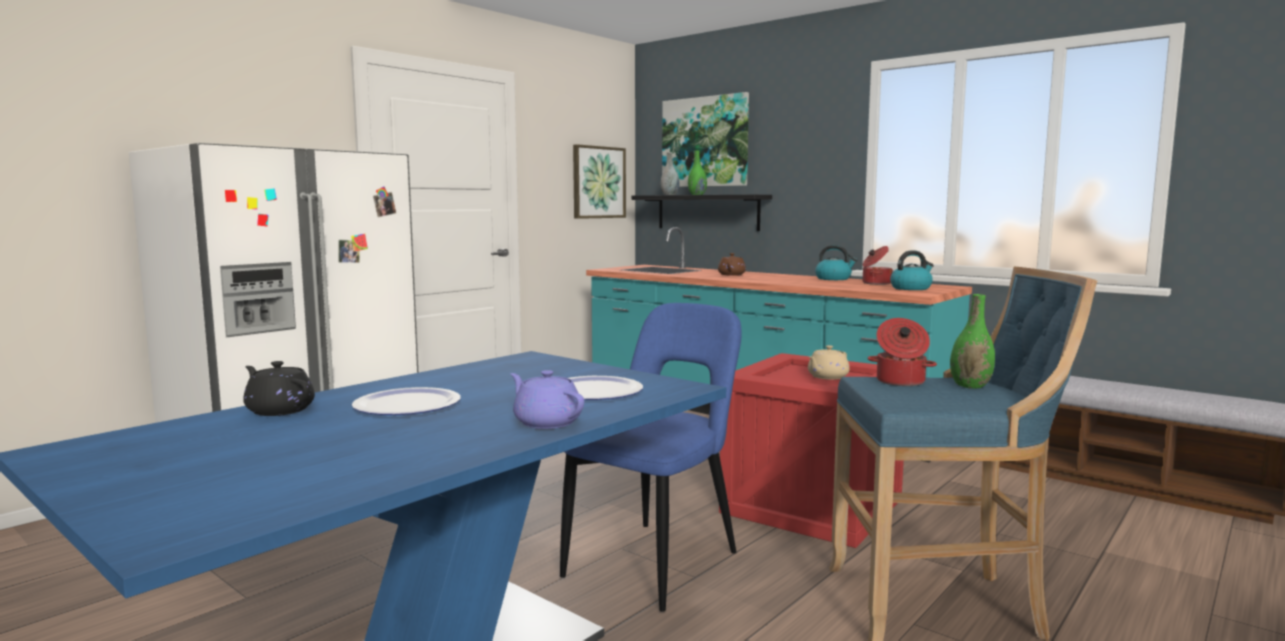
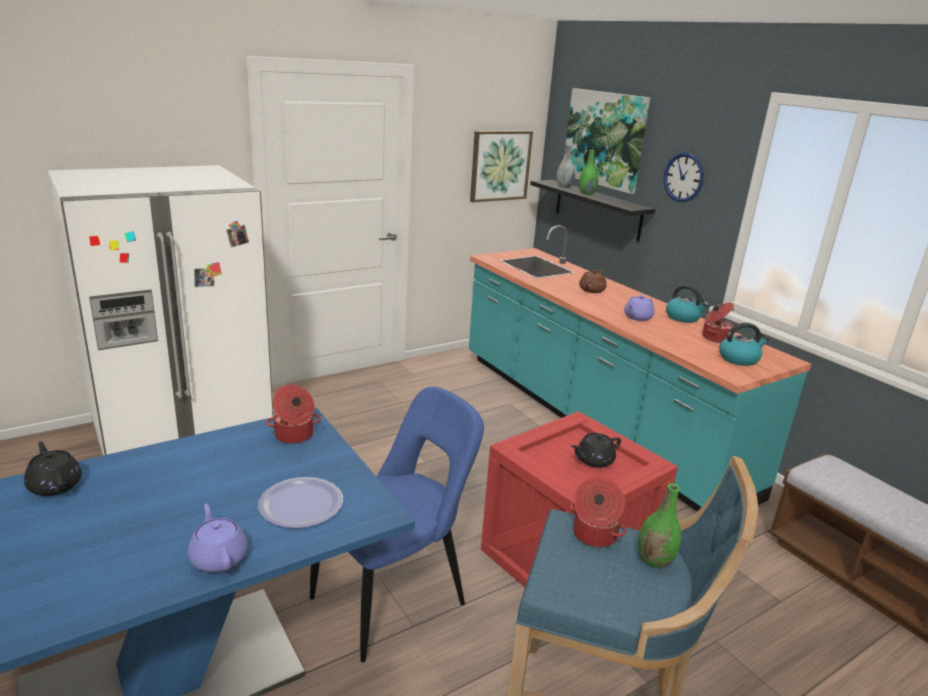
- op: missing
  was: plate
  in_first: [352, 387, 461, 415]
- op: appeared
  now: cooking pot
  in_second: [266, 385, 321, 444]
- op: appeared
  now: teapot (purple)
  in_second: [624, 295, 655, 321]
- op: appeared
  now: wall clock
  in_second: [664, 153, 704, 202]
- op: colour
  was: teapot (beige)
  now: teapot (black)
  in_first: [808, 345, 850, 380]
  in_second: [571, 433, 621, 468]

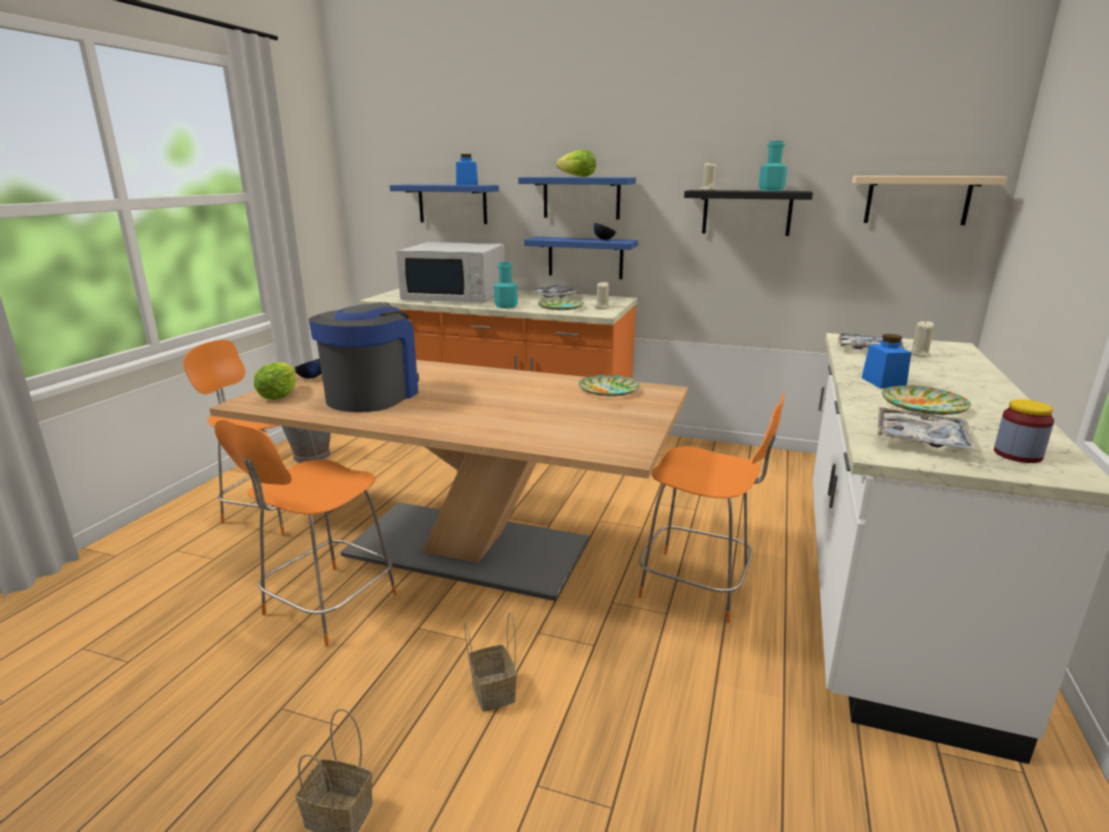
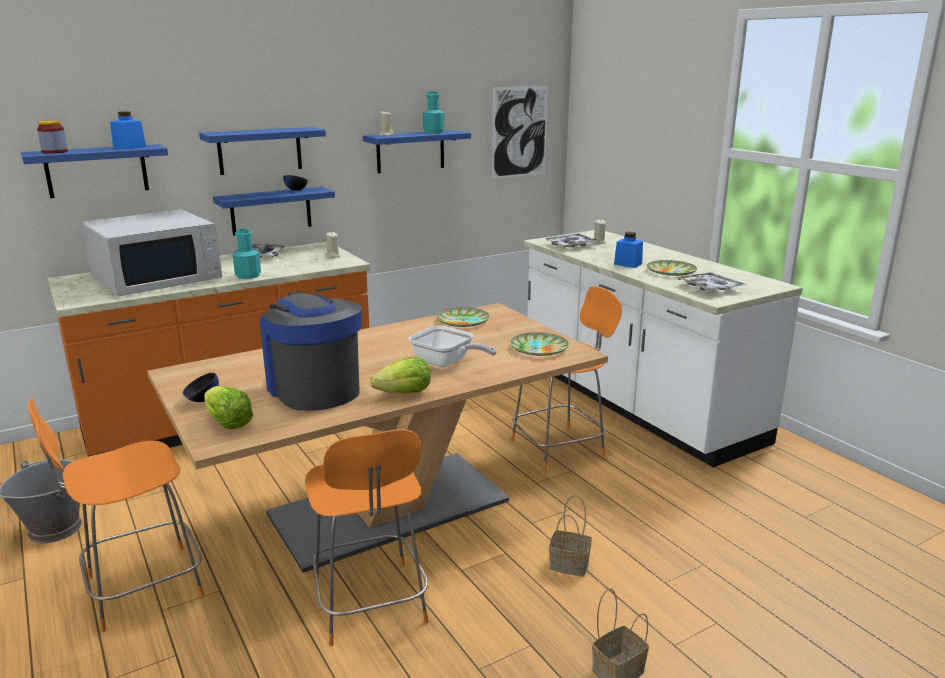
- op: appeared
  now: frying pan
  in_second: [408, 326, 497, 367]
- op: relocated
  was: plate
  in_first: [538, 298, 584, 310]
  in_second: [510, 332, 569, 356]
- op: relocated
  was: lettuce
  in_first: [556, 150, 596, 177]
  in_second: [370, 357, 431, 394]
- op: relocated
  was: jar
  in_first: [994, 399, 1054, 463]
  in_second: [37, 120, 68, 154]
- op: exchanged
  was: shelf (beige)
  now: picture
  in_first: [852, 176, 1007, 225]
  in_second: [492, 86, 548, 179]
- op: colour
  was: shelf (black)
  now: shelf (blue)
  in_first: [684, 190, 813, 236]
  in_second: [363, 130, 471, 173]

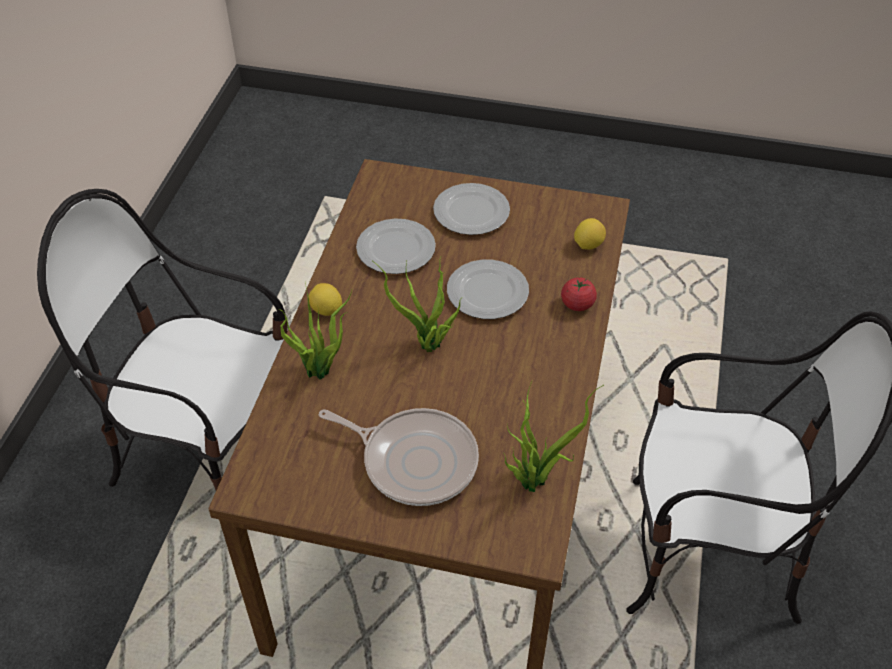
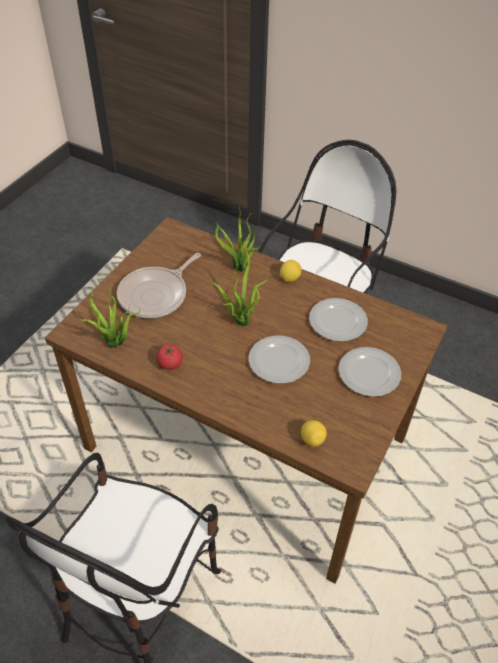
- op: relocated
  was: tomato
  in_first: [561, 277, 597, 311]
  in_second: [156, 345, 183, 370]

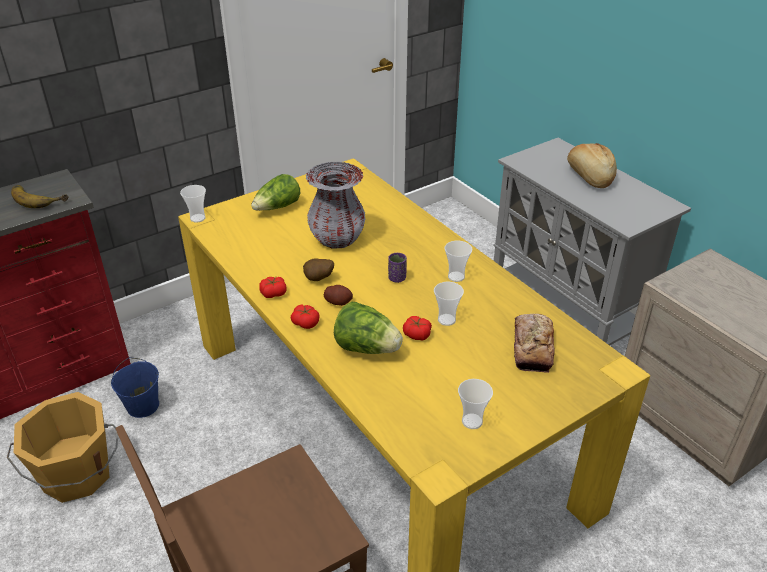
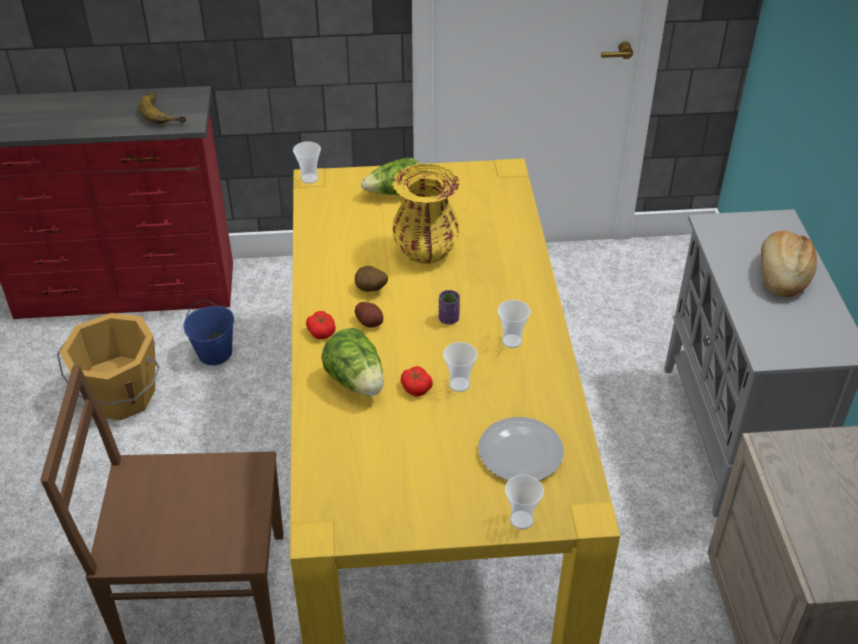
- op: missing
  was: tomato
  in_first: [259, 277, 287, 298]
- op: relocated
  was: cup
  in_first: [458, 379, 493, 429]
  in_second: [505, 475, 544, 530]
- op: exchanged
  was: bread
  now: plate
  in_first: [514, 314, 555, 373]
  in_second: [478, 417, 564, 481]
- op: colour
  was: vase (grey)
  now: vase (yellow)
  in_first: [306, 162, 365, 249]
  in_second: [392, 163, 459, 264]

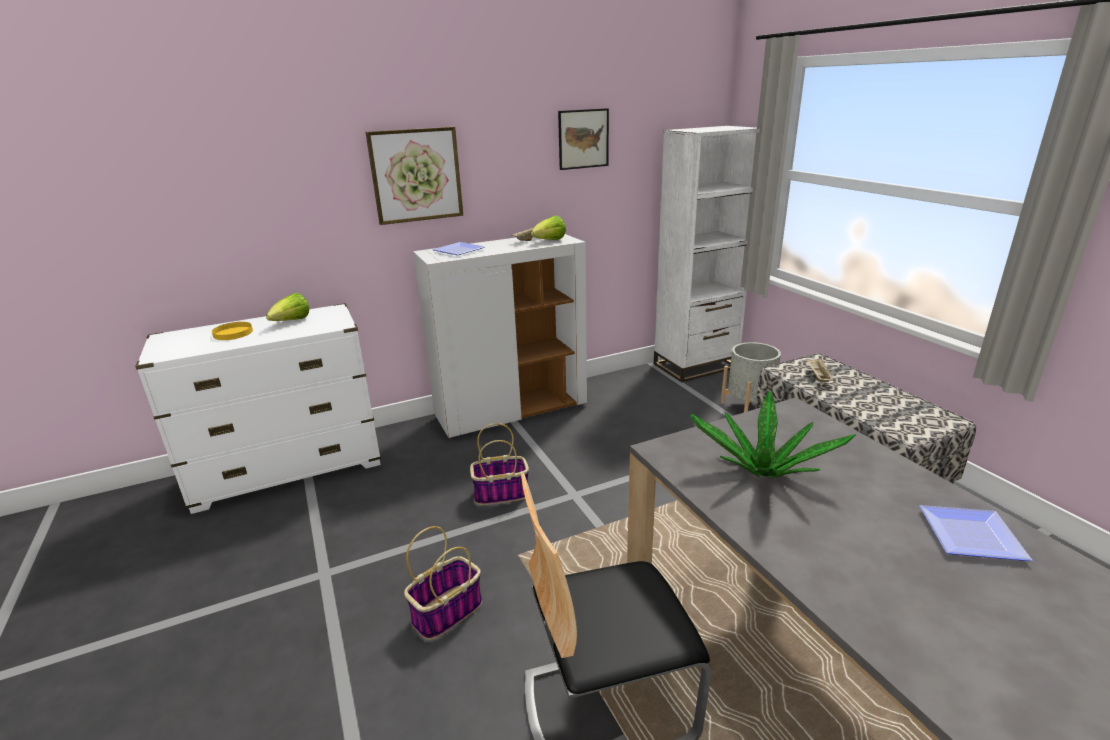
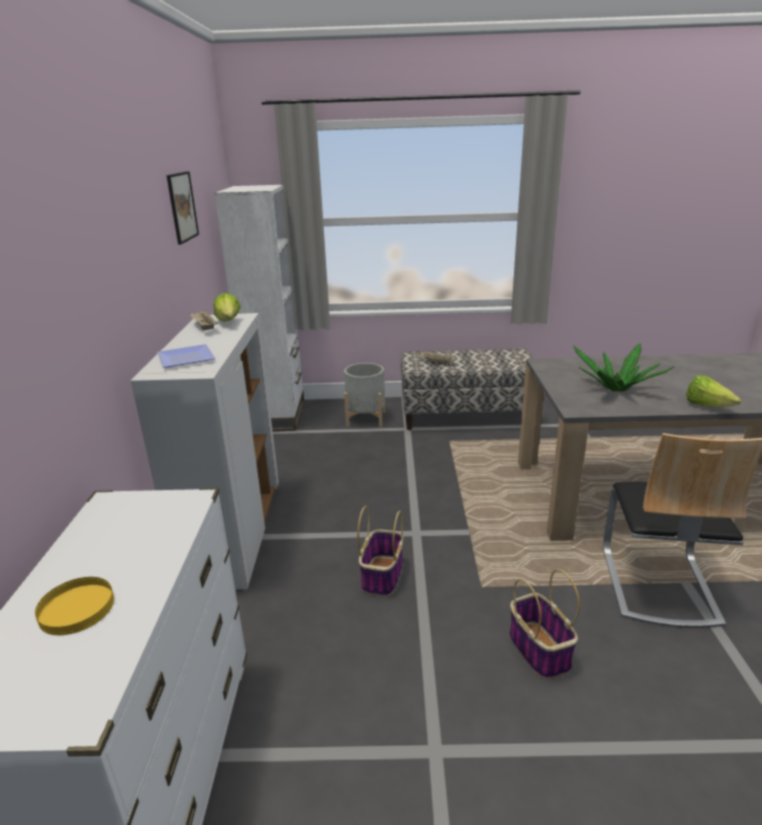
- op: missing
  was: picture
  in_first: [366, 127, 463, 225]
- op: missing
  was: plate
  in_first: [919, 505, 1032, 561]
- op: relocated
  was: lettuce
  in_first: [266, 293, 310, 321]
  in_second: [686, 375, 741, 407]

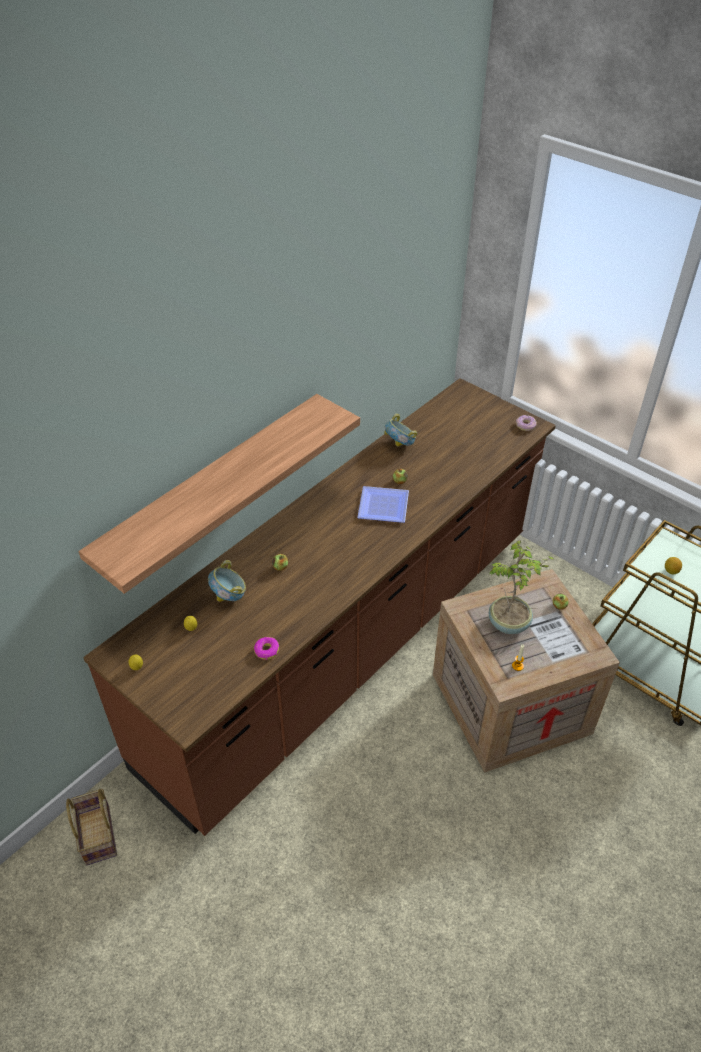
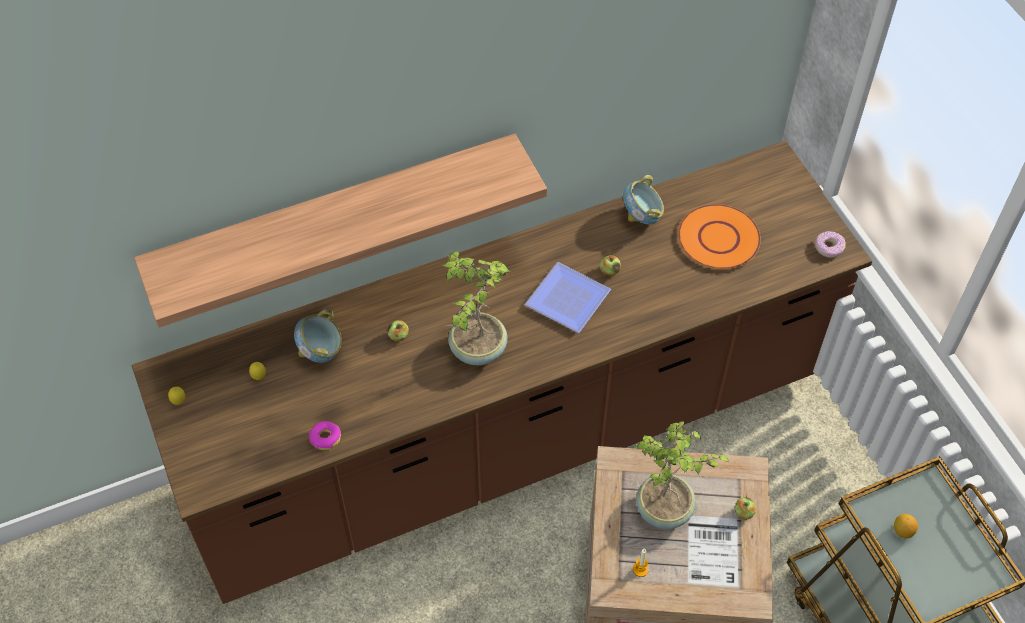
- op: missing
  was: basket
  in_first: [66, 789, 117, 865]
- op: appeared
  now: potted plant
  in_second: [443, 250, 510, 365]
- op: appeared
  now: plate (orange)
  in_second: [678, 204, 761, 269]

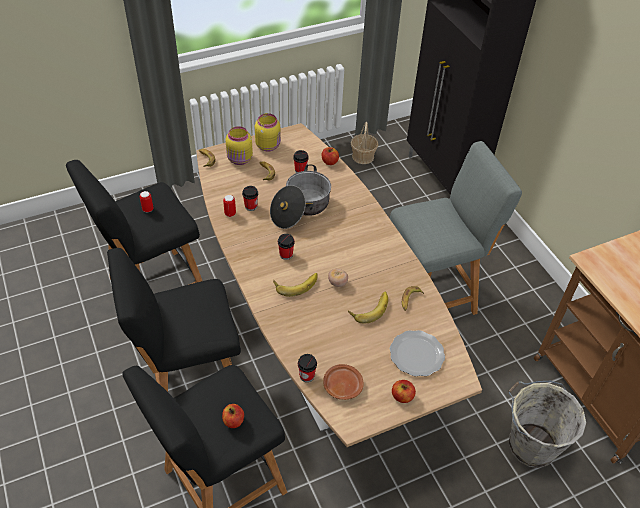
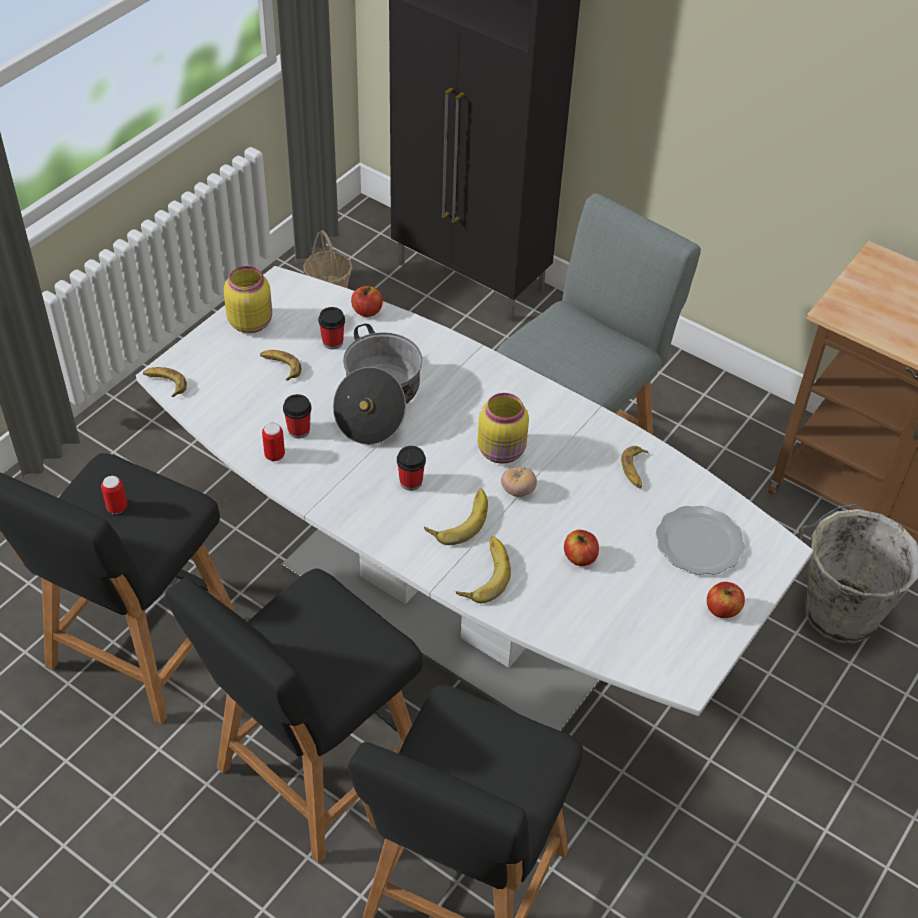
- op: missing
  was: cup
  in_first: [298, 354, 317, 382]
- op: missing
  was: plate (brown)
  in_first: [323, 364, 364, 400]
- op: relocated
  was: apple
  in_first: [222, 404, 244, 428]
  in_second: [564, 530, 599, 566]
- op: relocated
  was: jar (yellow)
  in_first: [225, 126, 253, 165]
  in_second: [478, 393, 529, 464]
- op: relocated
  was: banana
  in_first: [348, 291, 388, 323]
  in_second: [456, 536, 511, 603]
- op: colour
  was: dining table (brown)
  now: dining table (white)
  in_first: [196, 123, 482, 447]
  in_second: [136, 266, 813, 731]

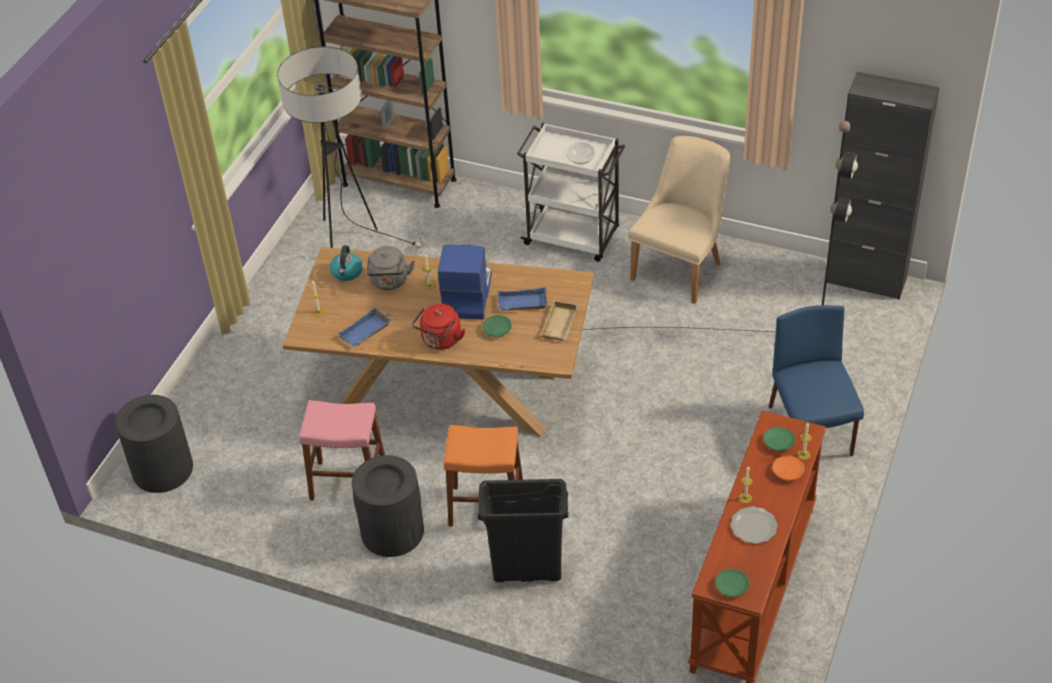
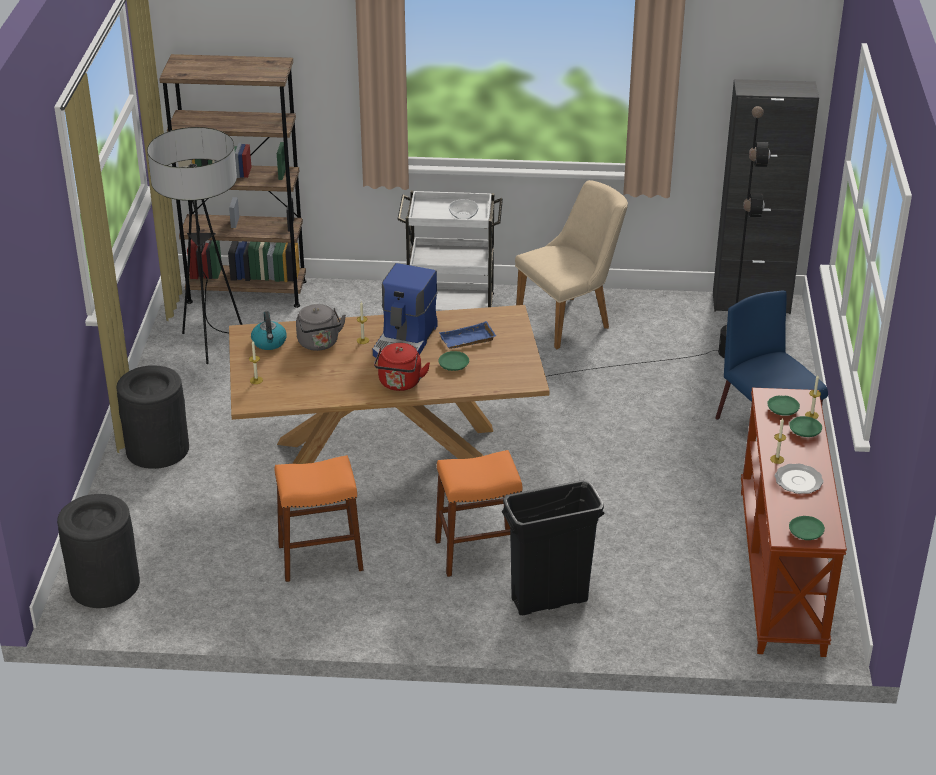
- op: missing
  was: tray (blue)
  in_first: [337, 308, 392, 347]
- op: missing
  was: tray (beige)
  in_first: [541, 300, 579, 340]
- op: relocated
  was: trash can (black)
  in_first: [352, 455, 424, 557]
  in_second: [116, 366, 189, 469]
- op: colour
  was: stool (pink)
  now: stool (orange)
  in_first: [299, 400, 385, 501]
  in_second: [275, 455, 364, 582]
- op: colour
  was: plate (orange)
  now: plate (green)
  in_first: [772, 455, 805, 481]
  in_second: [789, 416, 822, 437]
- op: spun
  was: coffee machine
  in_first: [438, 245, 492, 319]
  in_second: [373, 263, 437, 358]
  clockwise: -150
- op: spun
  was: chair (beige)
  in_first: [628, 136, 730, 304]
  in_second: [515, 180, 628, 349]
  clockwise: 45

